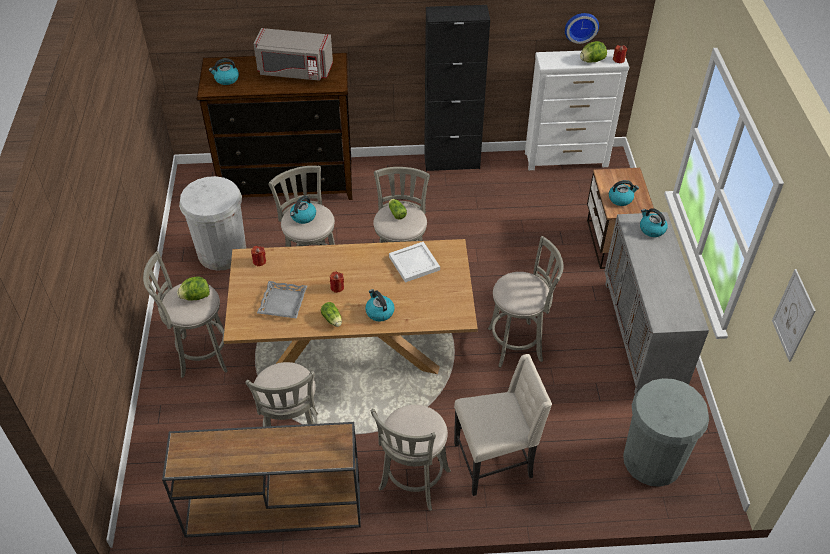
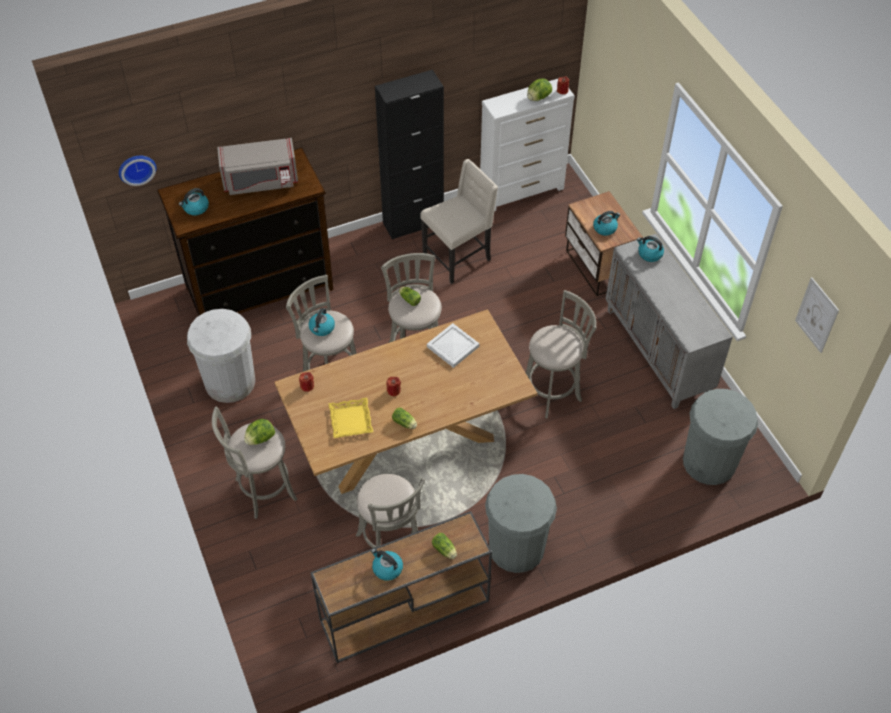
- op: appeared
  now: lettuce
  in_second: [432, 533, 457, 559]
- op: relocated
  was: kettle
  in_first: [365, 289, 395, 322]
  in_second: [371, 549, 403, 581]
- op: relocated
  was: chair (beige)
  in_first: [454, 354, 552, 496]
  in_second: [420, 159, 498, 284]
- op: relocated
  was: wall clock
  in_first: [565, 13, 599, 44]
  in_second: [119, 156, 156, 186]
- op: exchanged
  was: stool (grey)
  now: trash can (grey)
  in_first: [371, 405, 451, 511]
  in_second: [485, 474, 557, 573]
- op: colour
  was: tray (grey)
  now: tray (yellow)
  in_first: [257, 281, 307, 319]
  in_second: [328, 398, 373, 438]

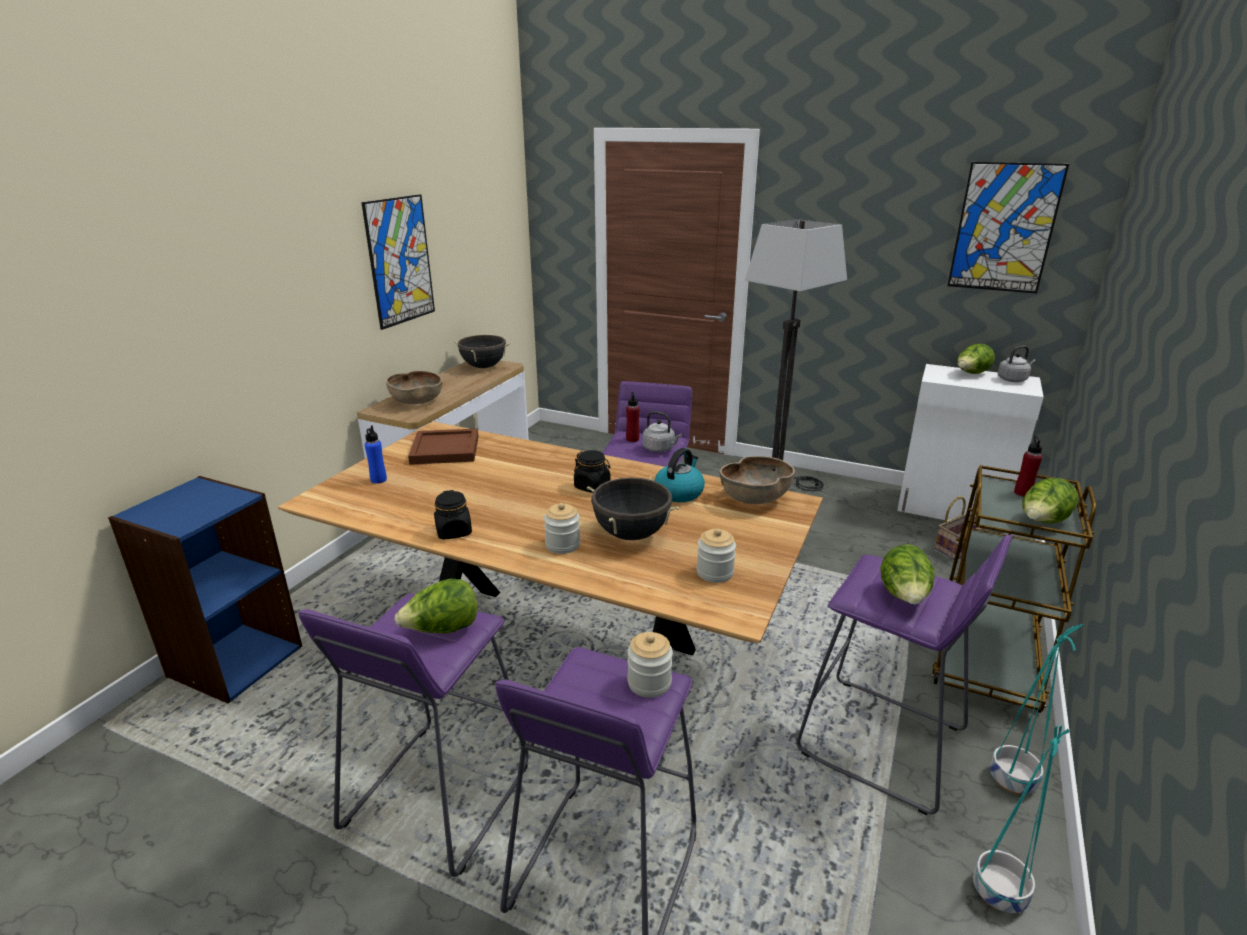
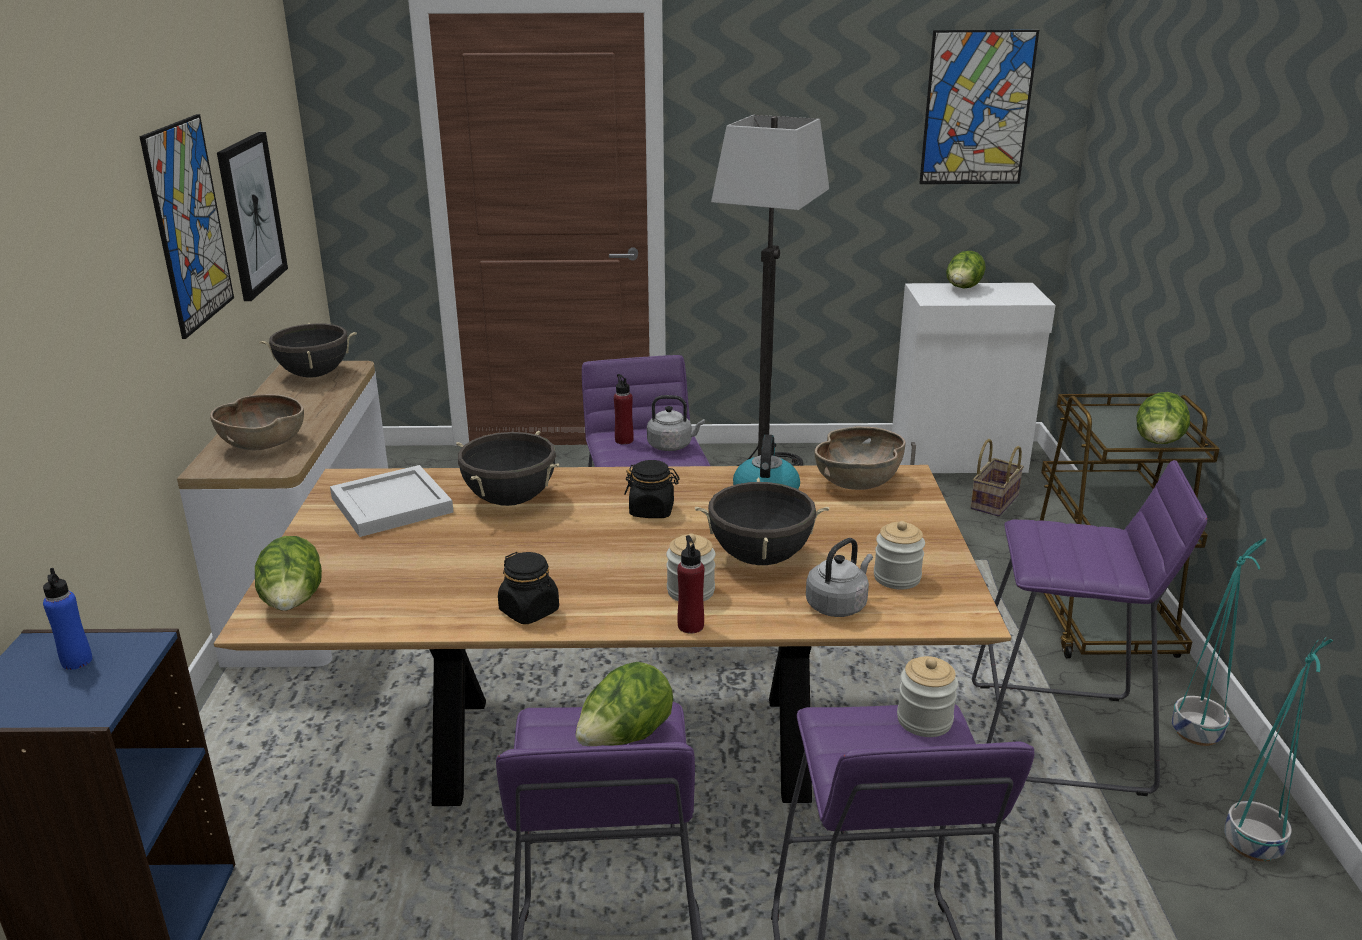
- op: appeared
  now: picture
  in_second: [217, 132, 288, 301]
- op: appeared
  now: cooking pot (black)
  in_second: [456, 431, 560, 506]
- op: relocated
  was: bottle (blue)
  in_first: [365, 426, 387, 484]
  in_second: [43, 568, 92, 670]
- op: relocated
  was: lettuce
  in_first: [880, 544, 935, 604]
  in_second: [255, 536, 322, 611]
- op: relocated
  was: kettle (grey)
  in_first: [998, 346, 1036, 382]
  in_second: [806, 538, 873, 617]
- op: relocated
  was: bottle (red)
  in_first: [1014, 436, 1042, 497]
  in_second: [677, 535, 704, 633]
- op: colour
  was: tray (brown)
  now: tray (white)
  in_first: [408, 429, 479, 465]
  in_second: [330, 465, 453, 537]

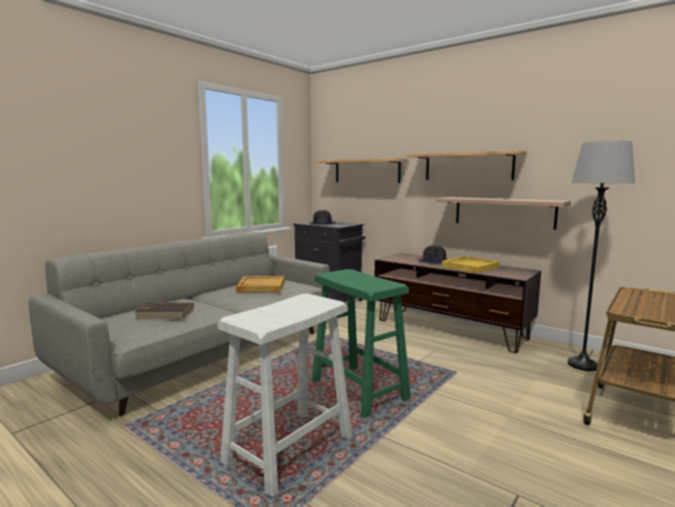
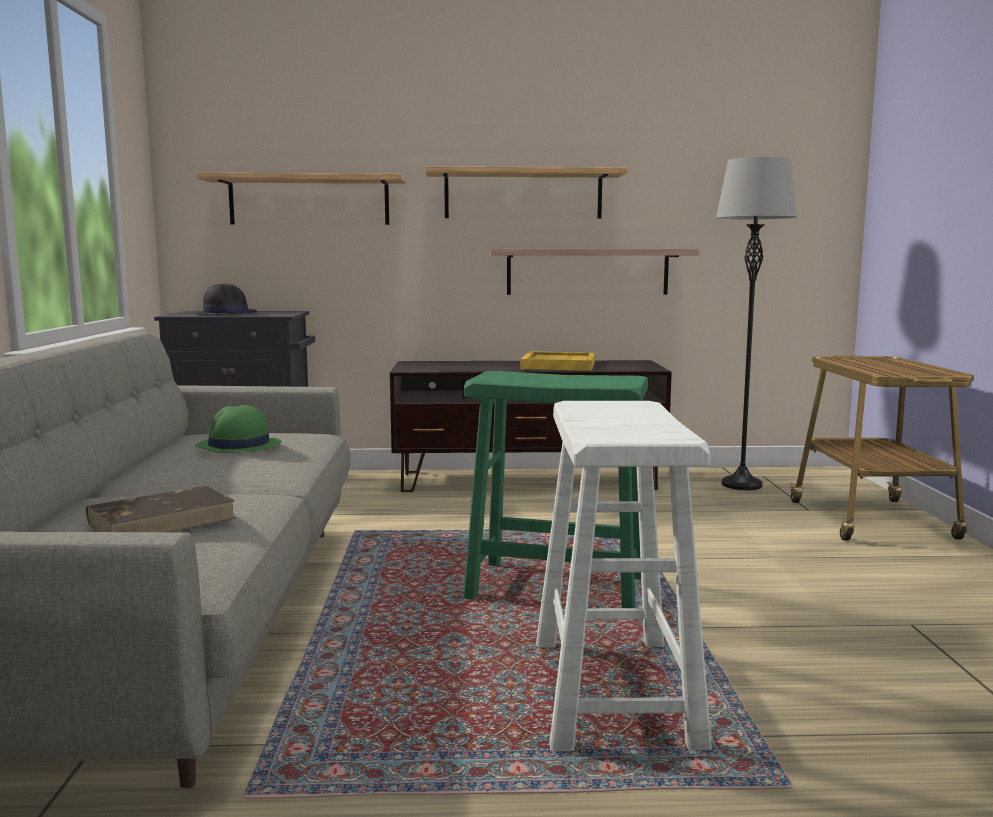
- op: missing
  was: hat (black)
  in_first: [418, 245, 448, 264]
- op: exchanged
  was: tray (beige)
  now: hat (green)
  in_first: [236, 276, 284, 292]
  in_second: [195, 405, 281, 453]

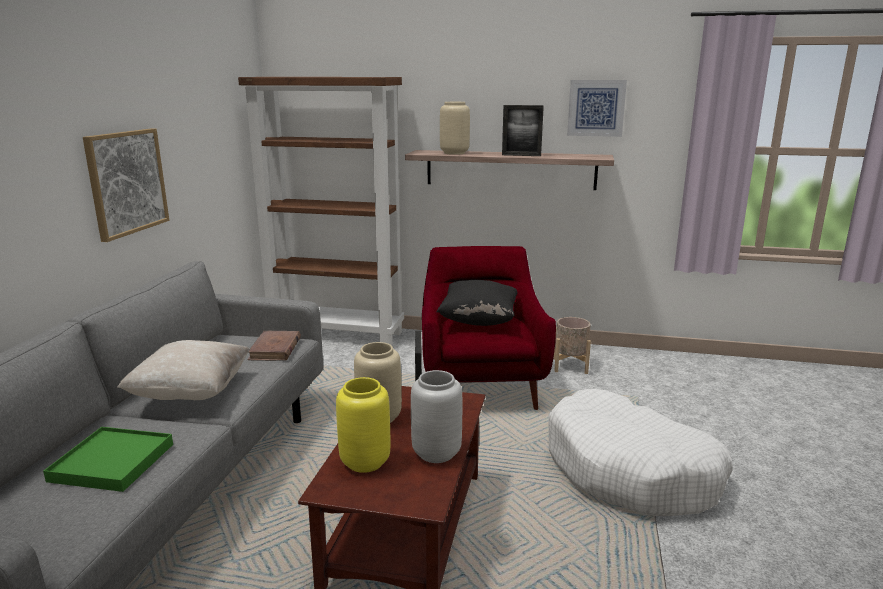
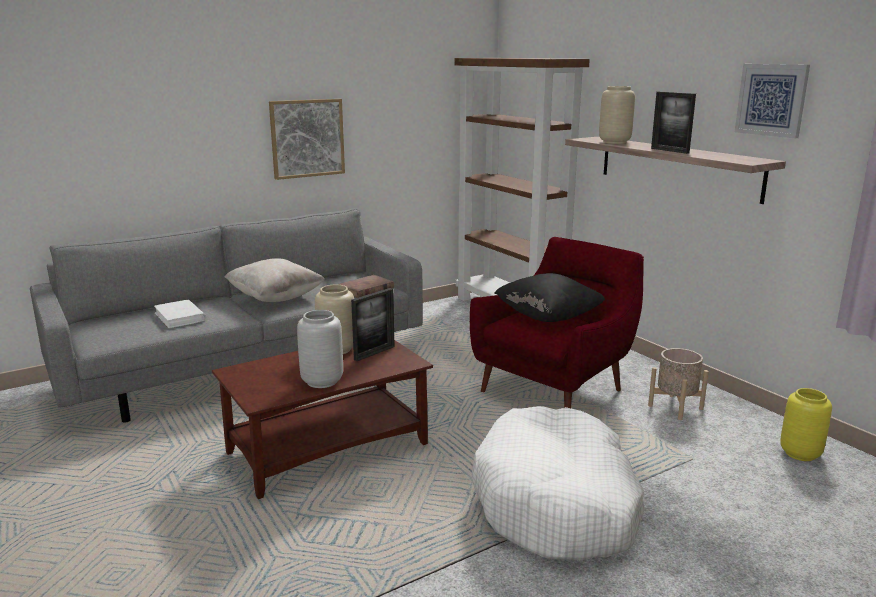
- op: relocated
  was: vase (yellow)
  in_first: [336, 377, 391, 473]
  in_second: [780, 388, 832, 461]
- op: exchanged
  was: tray (green)
  now: book (white)
  in_first: [43, 427, 173, 492]
  in_second: [154, 299, 206, 328]

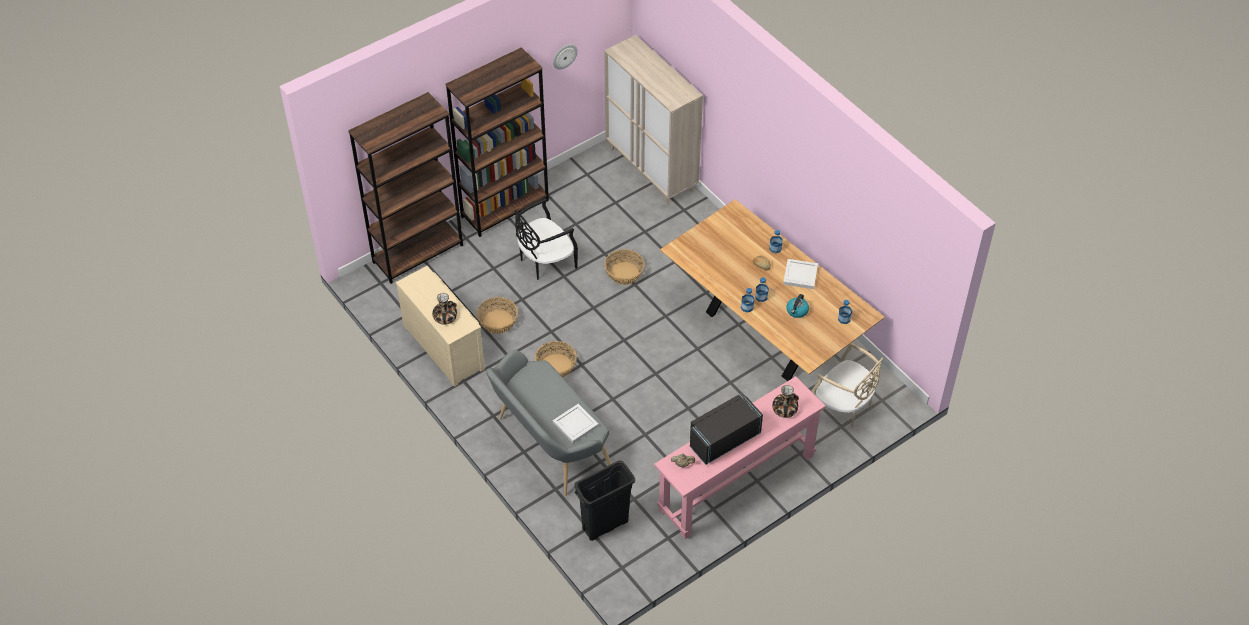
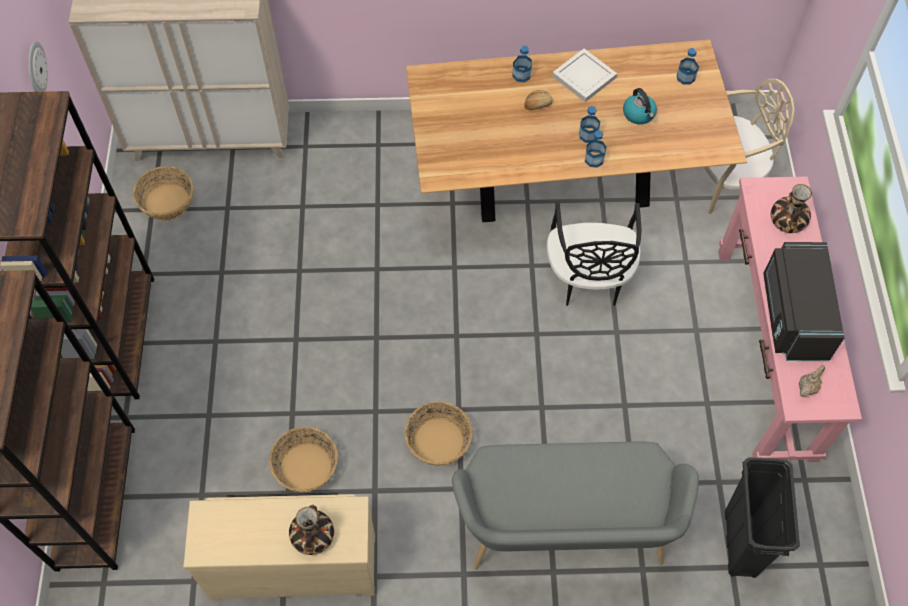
- op: missing
  was: tray (white)
  in_first: [553, 404, 599, 443]
- op: relocated
  was: chair (black)
  in_first: [514, 198, 578, 280]
  in_second: [547, 203, 642, 306]
- op: relocated
  was: basket
  in_first: [604, 249, 645, 285]
  in_second: [133, 166, 193, 221]

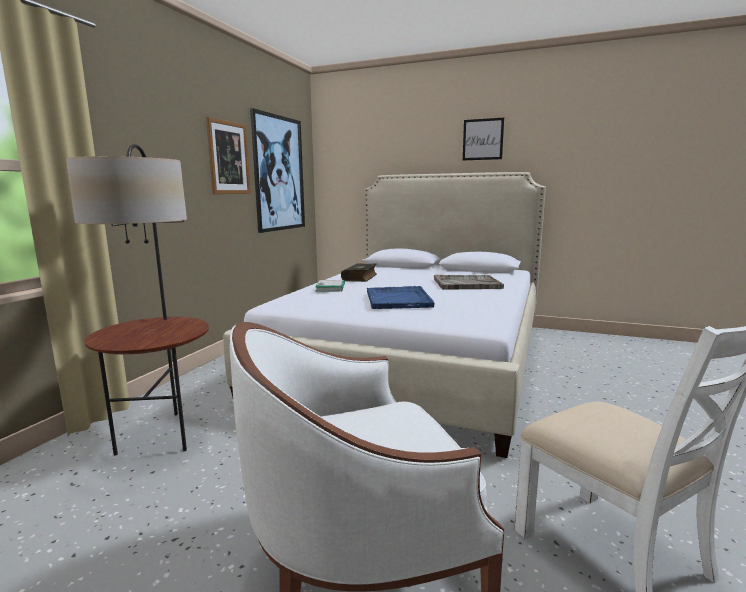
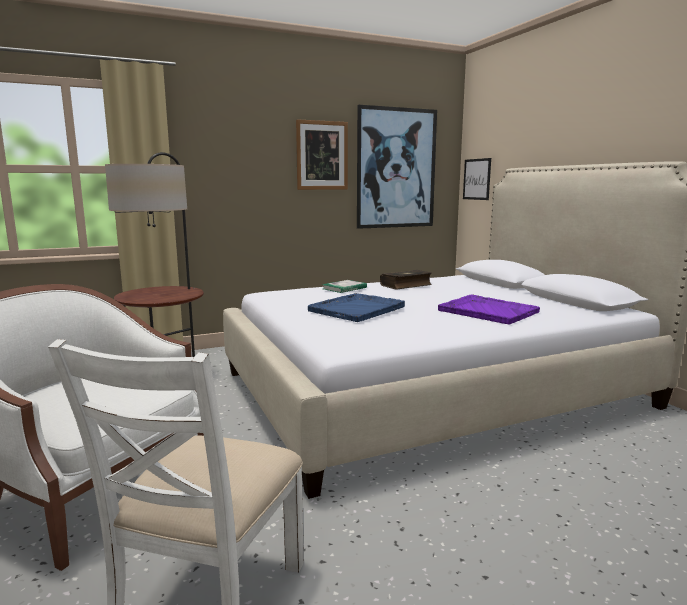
- op: relocated
  was: picture
  in_first: [463, 118, 504, 160]
  in_second: [463, 158, 491, 200]
- op: colour
  was: tray (grey)
  now: tray (purple)
  in_first: [434, 275, 504, 290]
  in_second: [438, 294, 540, 324]

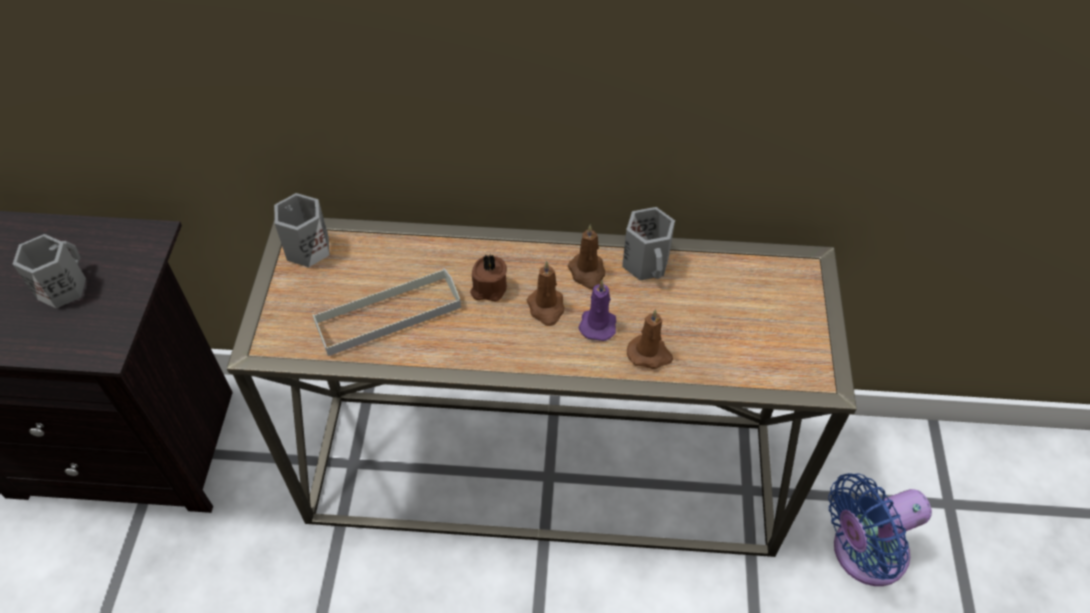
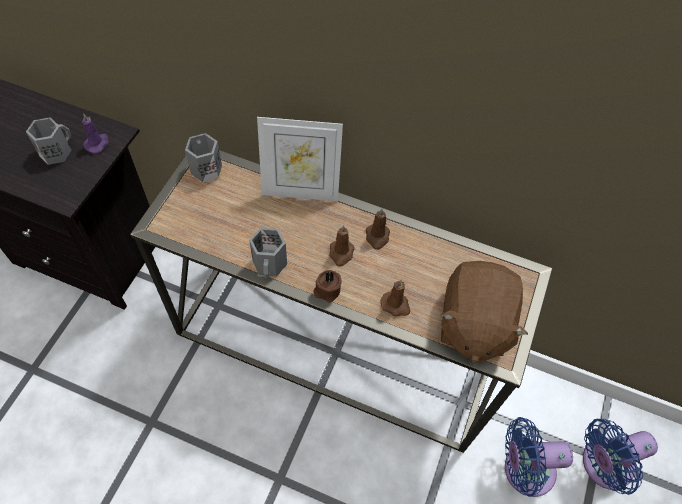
- op: missing
  was: tray (grey)
  in_first: [312, 268, 461, 356]
- op: appeared
  now: picture frame
  in_second: [257, 117, 343, 201]
- op: appeared
  now: plush toy (brown)
  in_second: [441, 261, 528, 363]
- op: appeared
  now: fan (blue)
  in_second: [583, 418, 658, 495]
- op: relocated
  was: candle (brown)
  in_first: [470, 254, 507, 302]
  in_second: [314, 270, 341, 302]
- op: relocated
  was: candle (purple)
  in_first: [578, 280, 616, 341]
  in_second: [82, 114, 109, 153]
- op: relocated
  was: mug (grey)
  in_first: [622, 207, 675, 281]
  in_second: [249, 228, 287, 279]

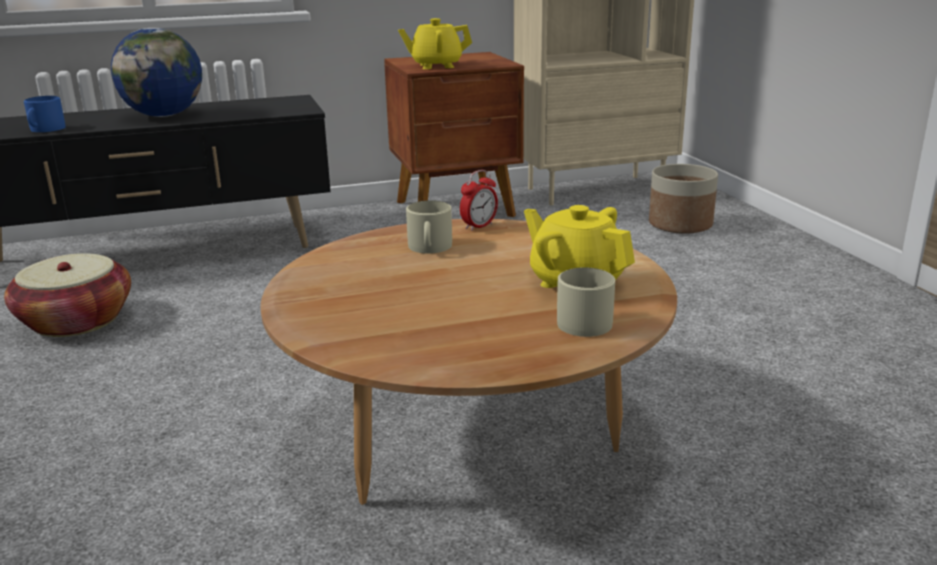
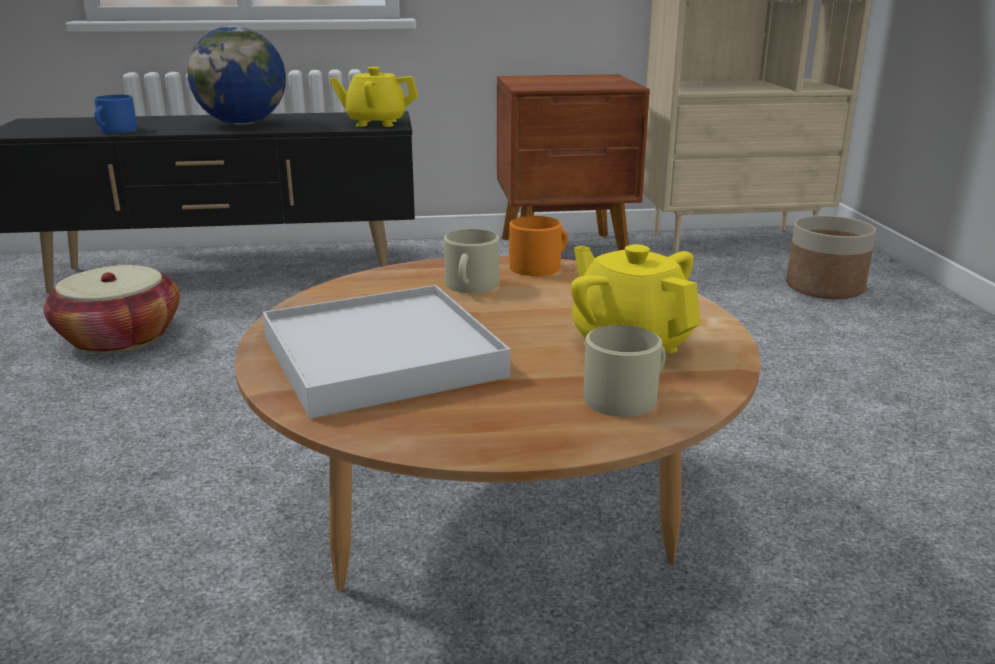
- op: appeared
  now: tray (white)
  in_second: [263, 285, 510, 419]
- op: relocated
  was: teapot (yellow)
  in_first: [398, 18, 472, 69]
  in_second: [329, 67, 418, 127]
- op: exchanged
  was: alarm clock
  now: mug (orange)
  in_first: [460, 170, 498, 231]
  in_second: [509, 216, 568, 276]

